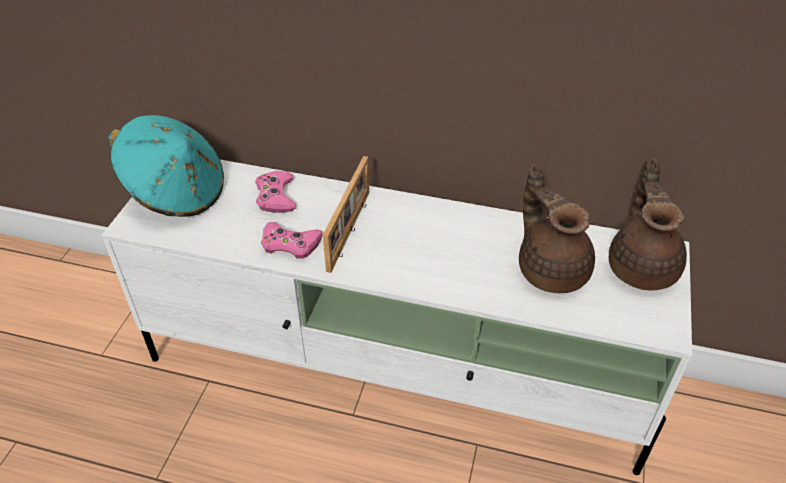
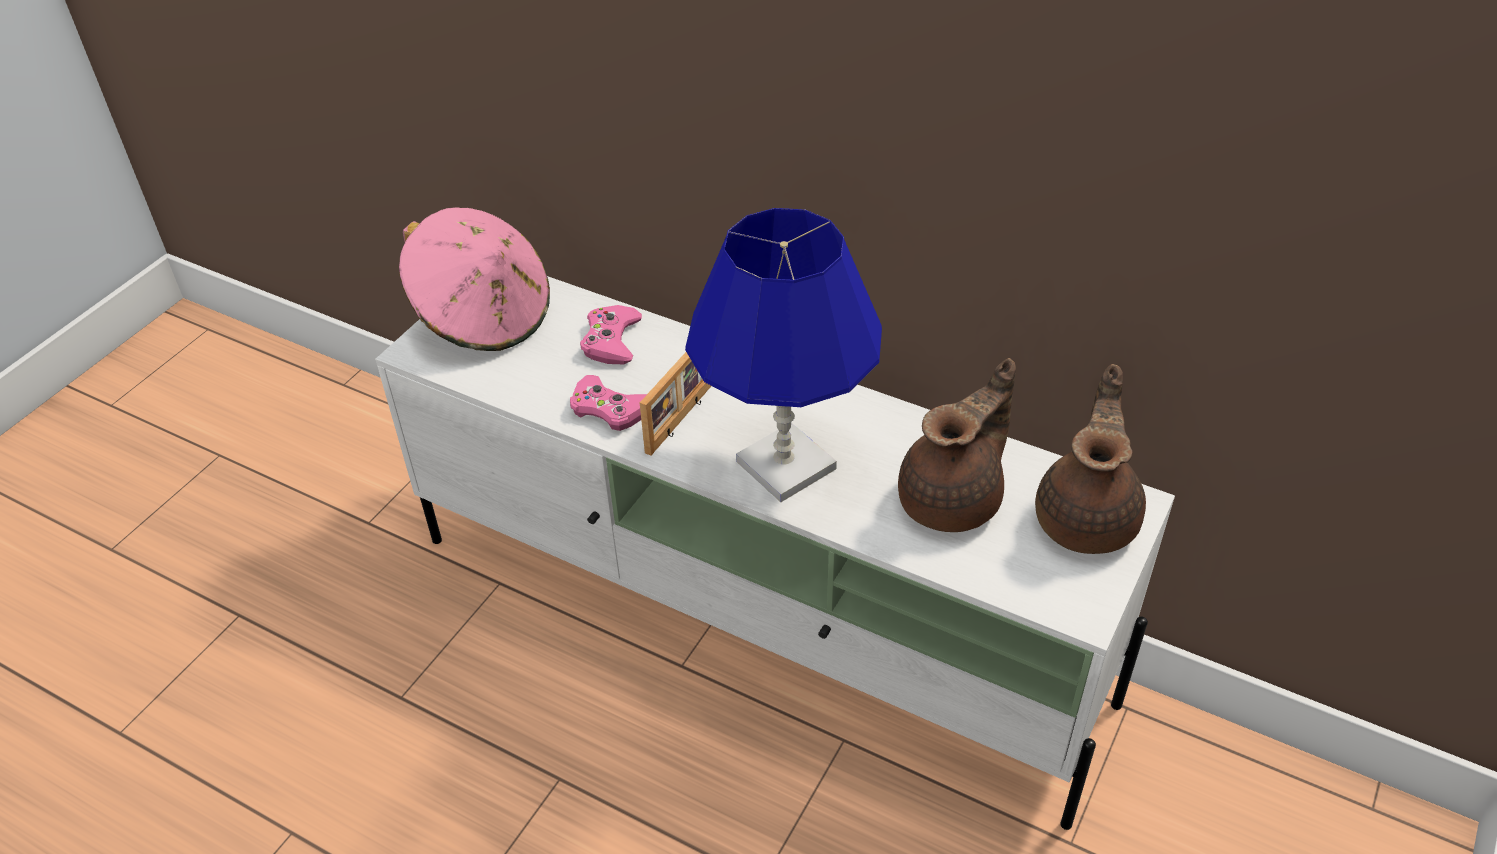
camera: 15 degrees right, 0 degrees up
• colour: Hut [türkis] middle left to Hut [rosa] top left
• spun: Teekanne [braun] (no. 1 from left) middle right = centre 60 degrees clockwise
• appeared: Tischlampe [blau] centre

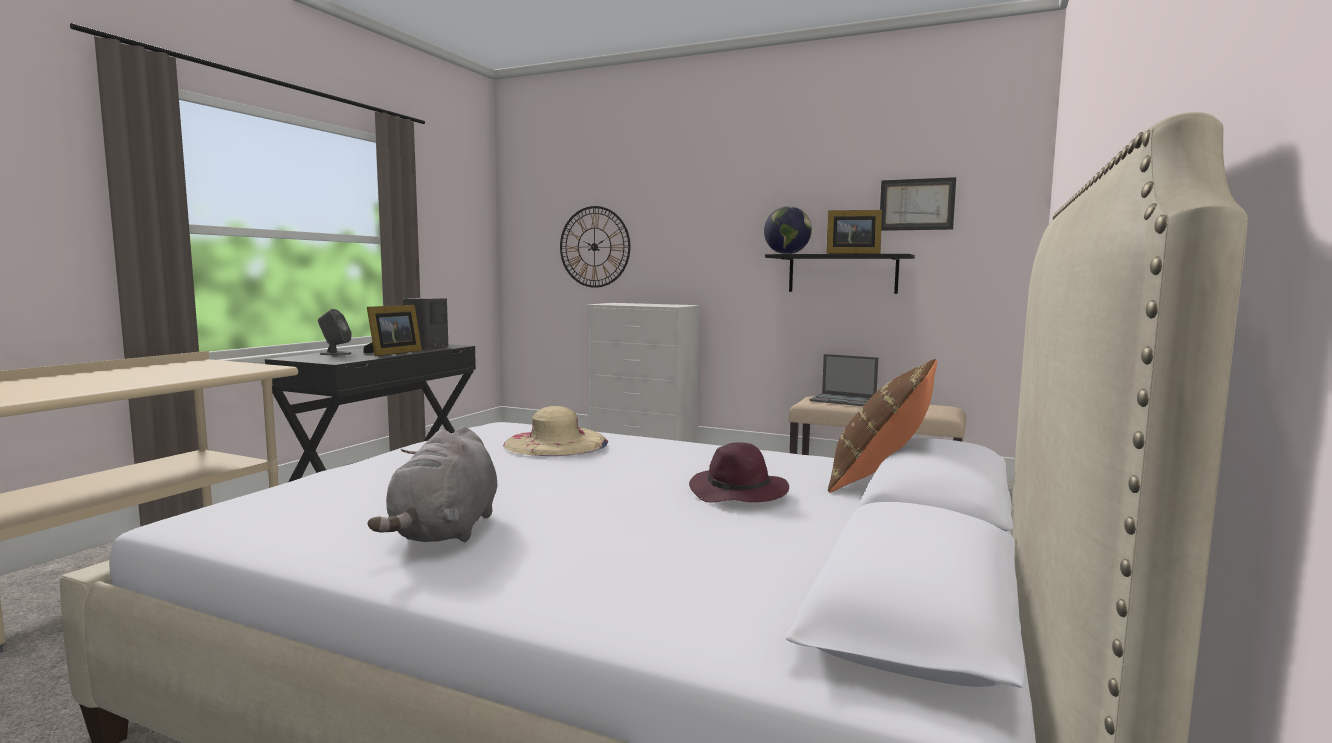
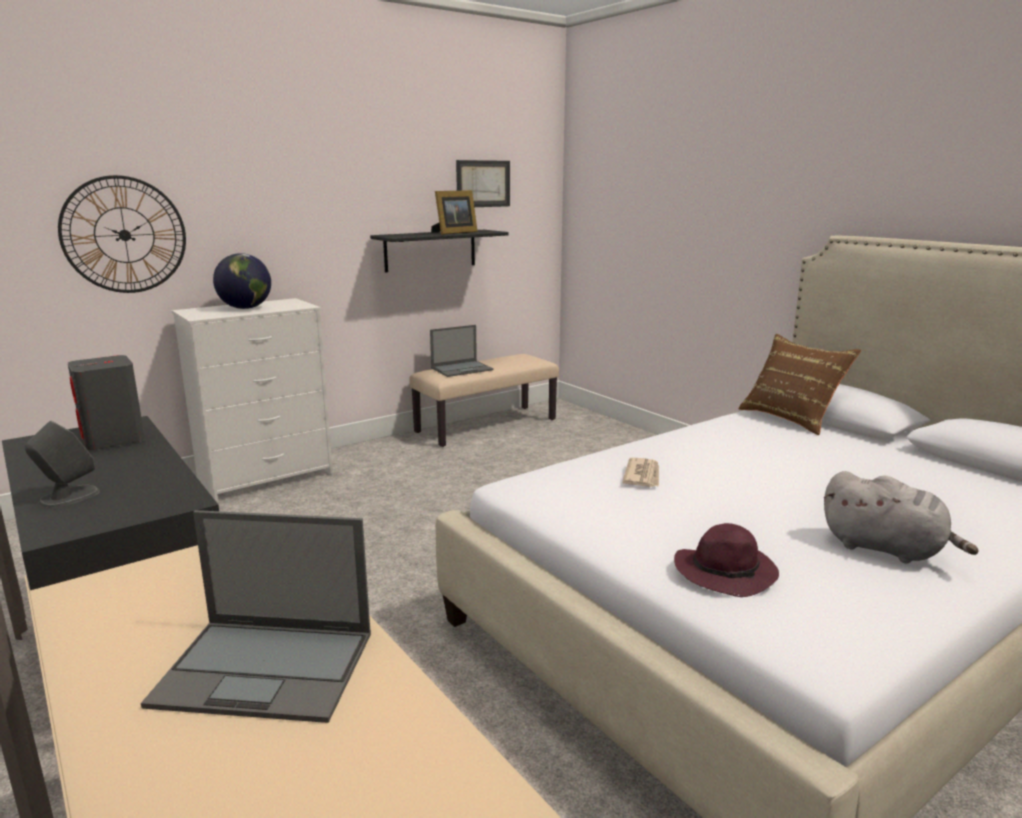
camera: 60 degrees left, 10 degrees up
• relocated: Globus top centre to middle left
• missing: Bilderrahmen (no. 1 from left) middle left
• exchanged: Hut [beige] centre to Zeitung centre
• relocated: Hut [lila] centre to bottom right
• appeared: Laptop (no. 1 from left) bottom left

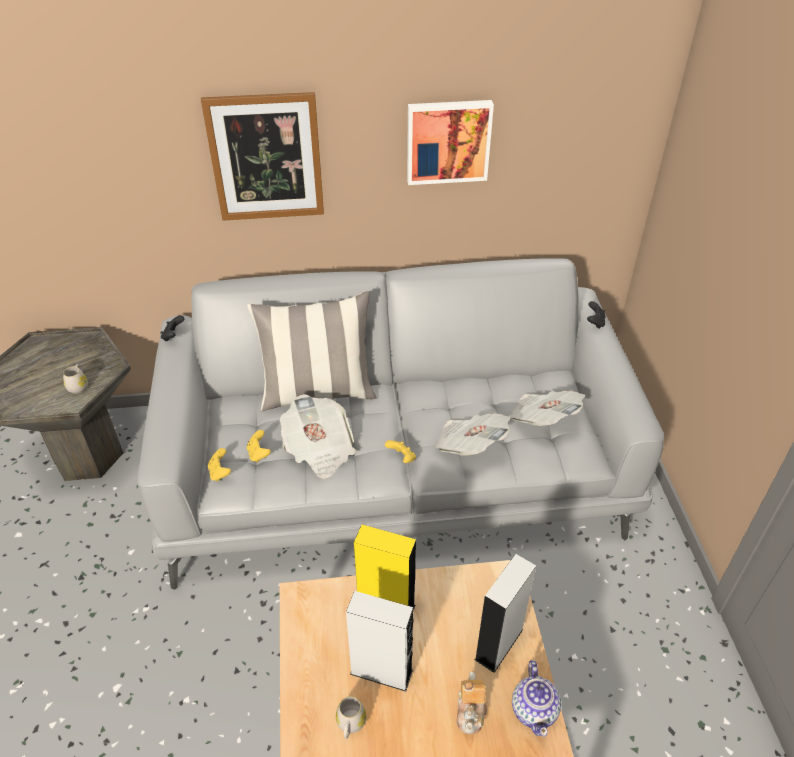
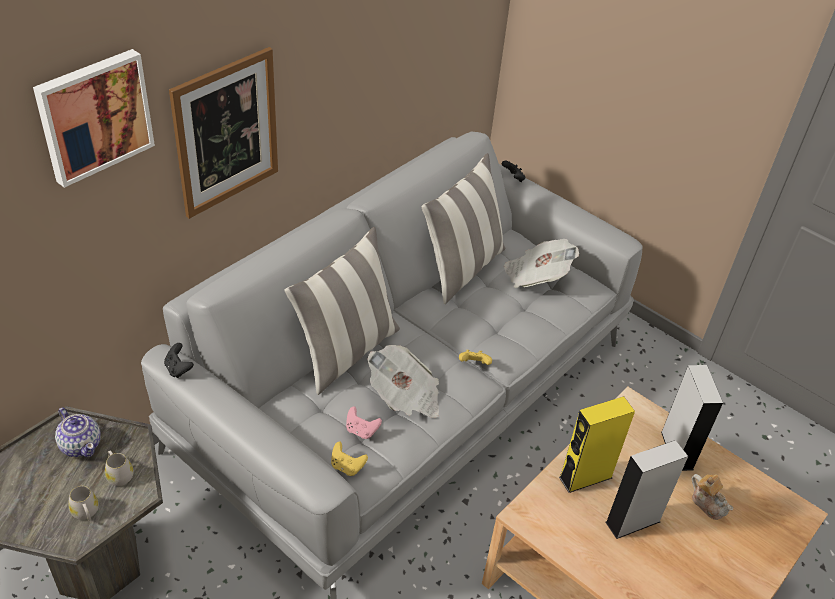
camera: 45 degrees left, 0 degrees up
• relocated: Bild (no. 2 from left in the first image) top centre to Bild (no. 1 from left) top left
• missing: Zeitung (no. 2 from left) centre
• colour: Gamepad [gelb] (no. 2 from left) middle left to Gamepad [rosa] bottom centre
• relocated: Teekanne (no. 2 from left in the first image) bottom right to Teekanne (no. 1 from left) bottom left
• relocated: Henkelbecher [weiß] (no. 2 from left in the first image) bottom centre to Henkelbecher [weiß] (no. 1 from left) bottom left
• appeared: Kissen (no. 2 from left) centre

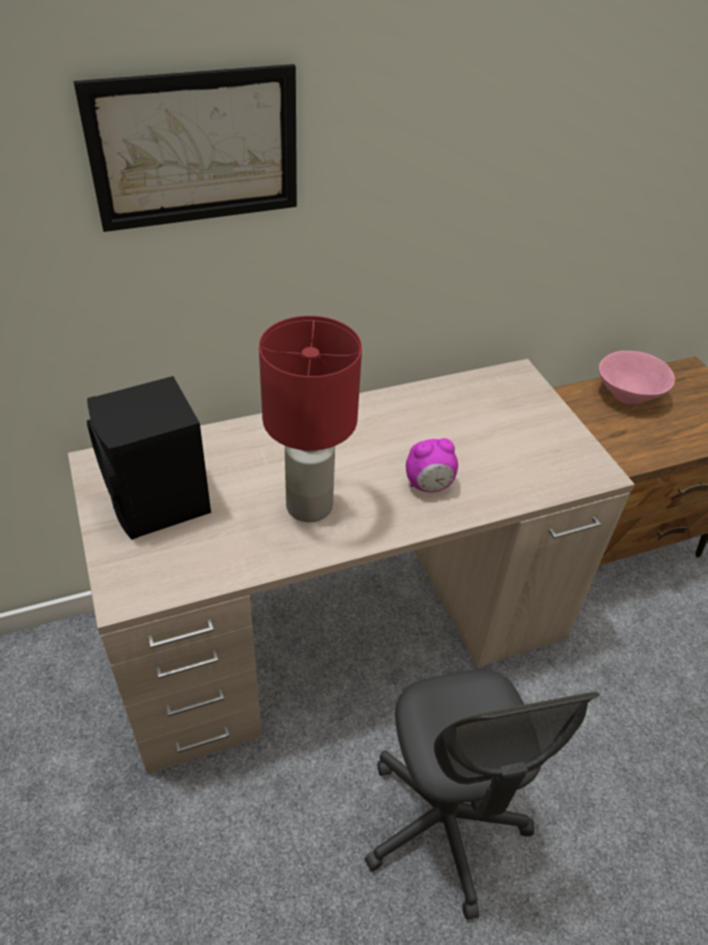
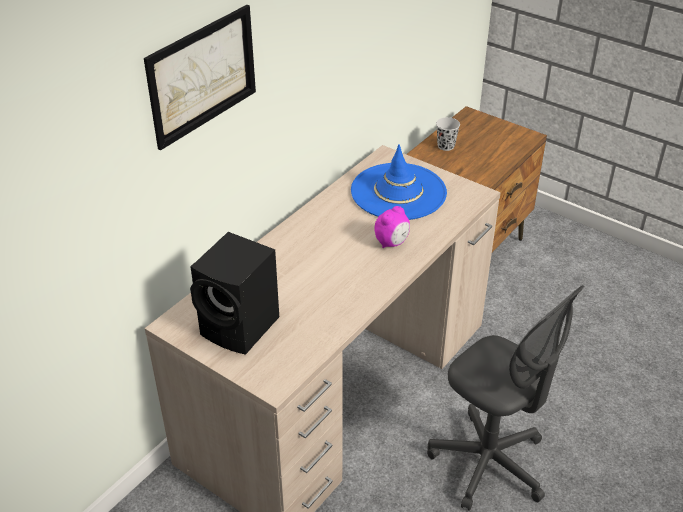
camera: 30 degrees left, 5 degrees down
• missing: Tischlampe [rot] centre
• exchanged: Schüssel [rosa] middle right to Tasse [schwarz] top centre
• appeared: Hut [blau] centre

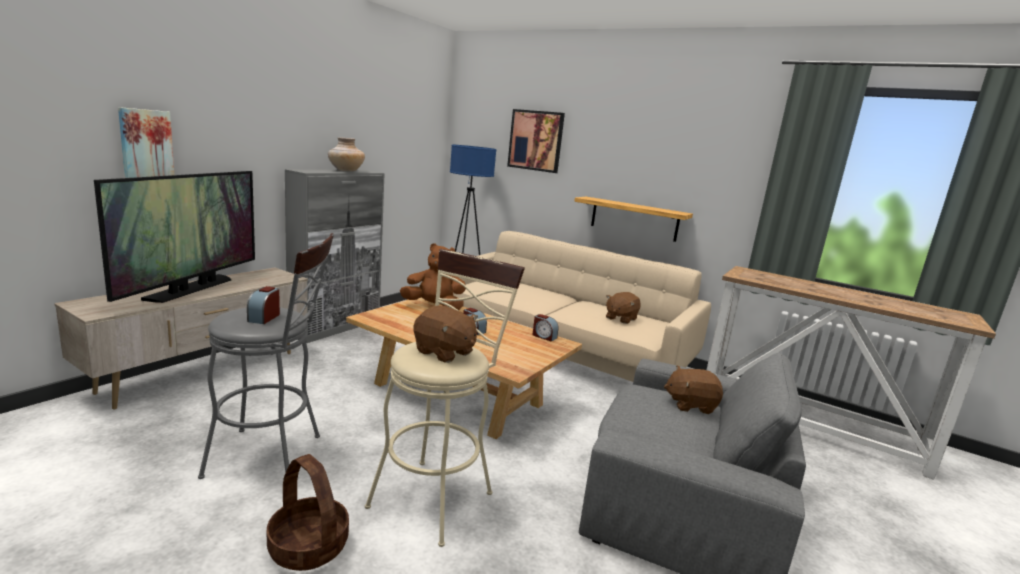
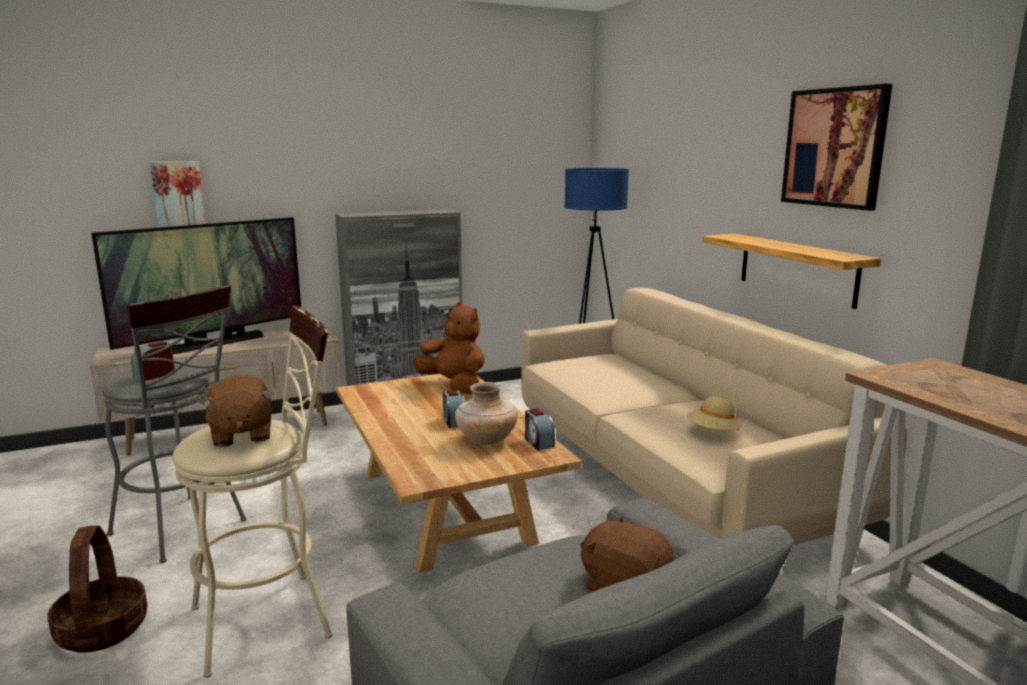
camera: 35 degrees right, 0 degrees up
• relocated: Bild (no. 2 from left) top centre to top right
• relocated: Vase [beige] top centre to centre
• exchanged: Plüschtier [braun] (no. 3 from left) centre to Hut [beige] middle right

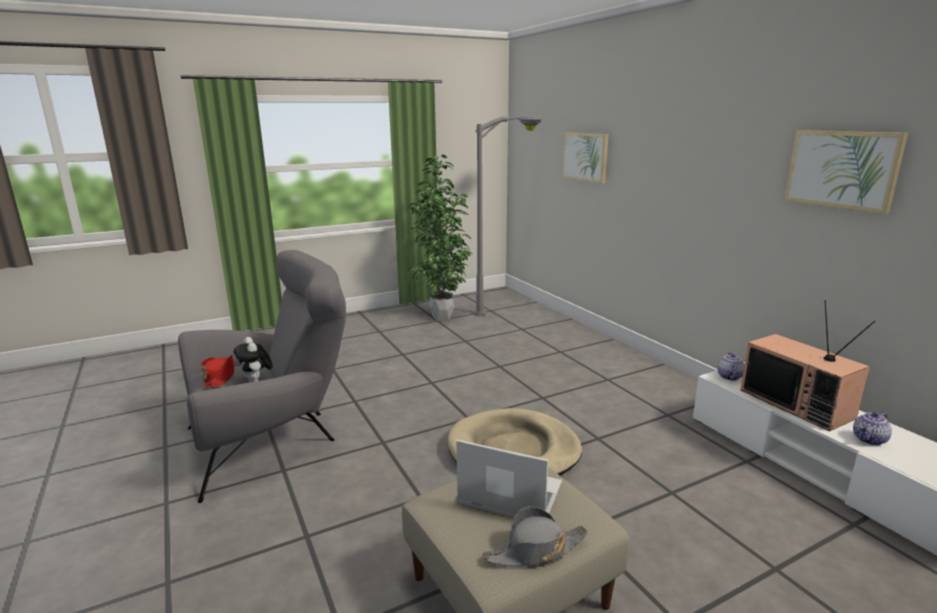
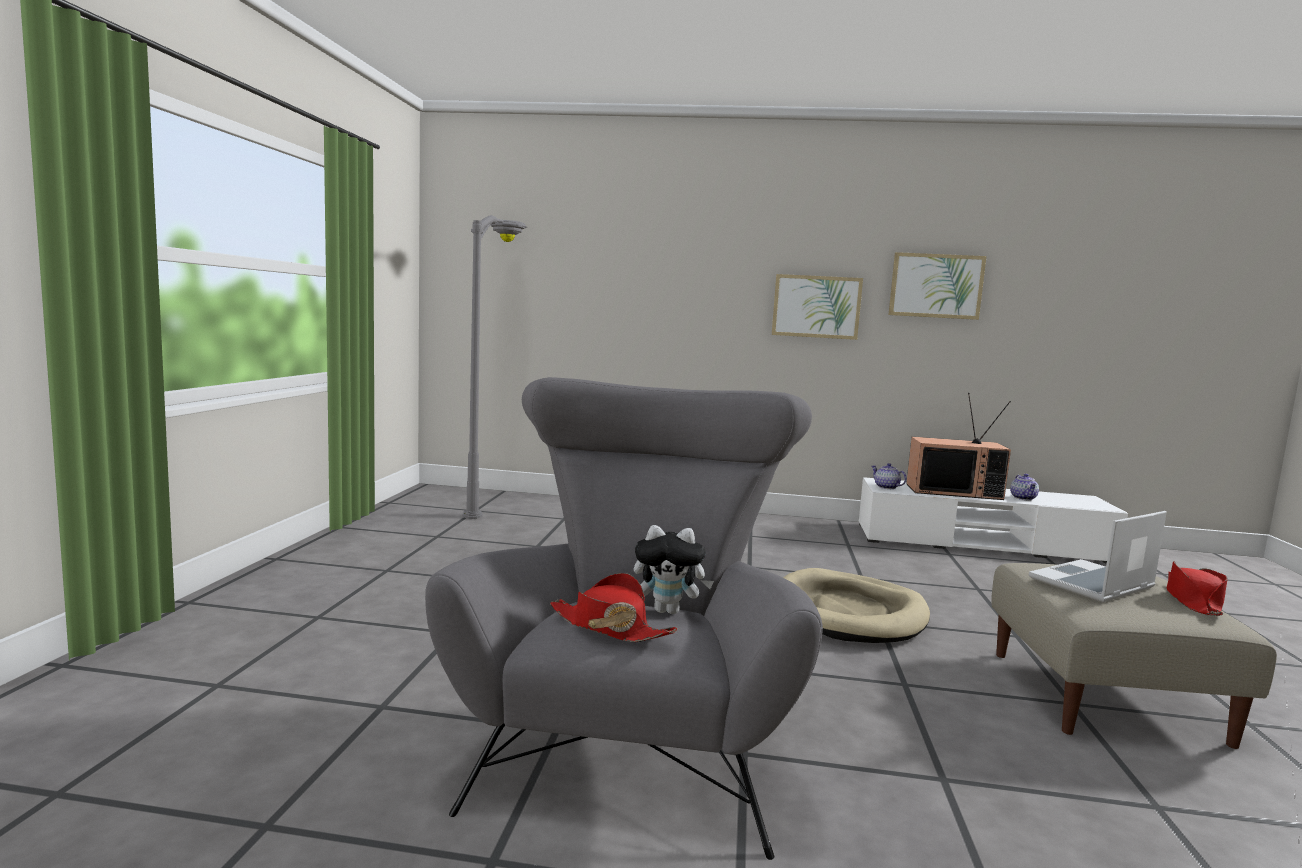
camera: 55 degrees left, 10 degrees down
• relocated: Bild (no. 1 from left) top centre to centre
• missing: Topfpflanze centre
• colour: Hut [grau] bottom centre to Hut [rot] (no. 2 from left) bottom right

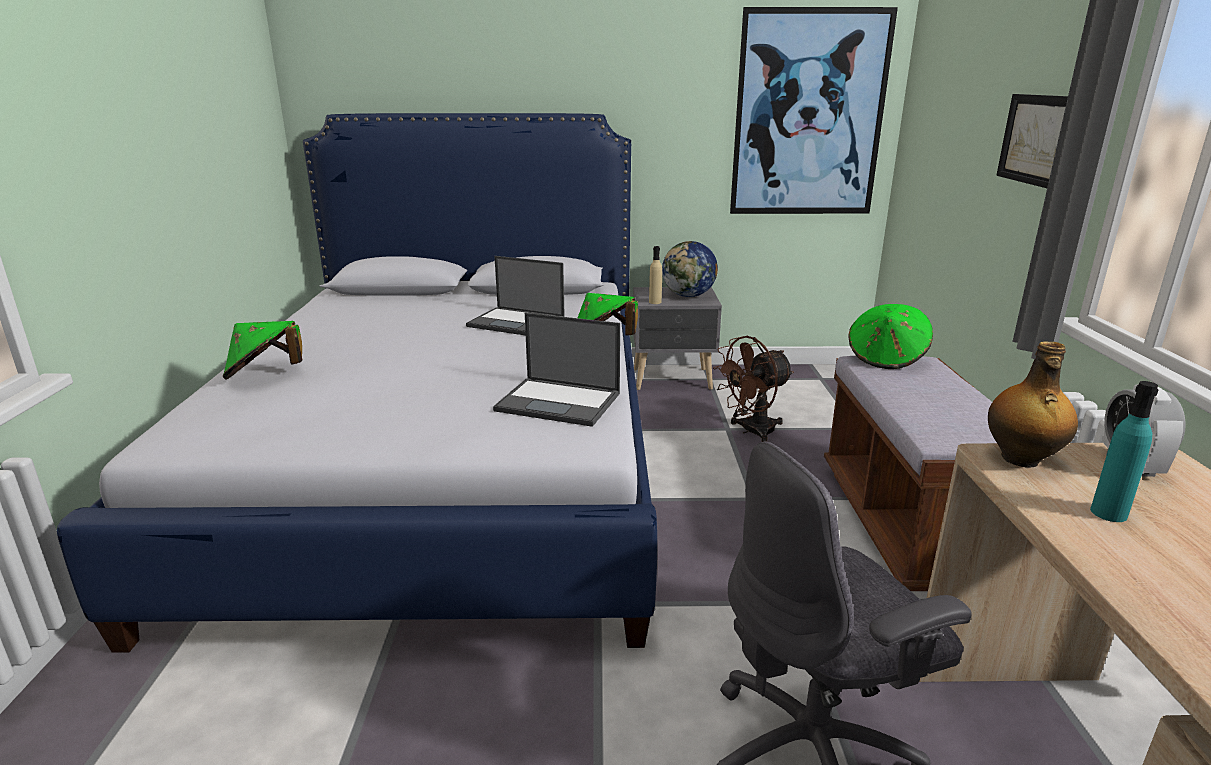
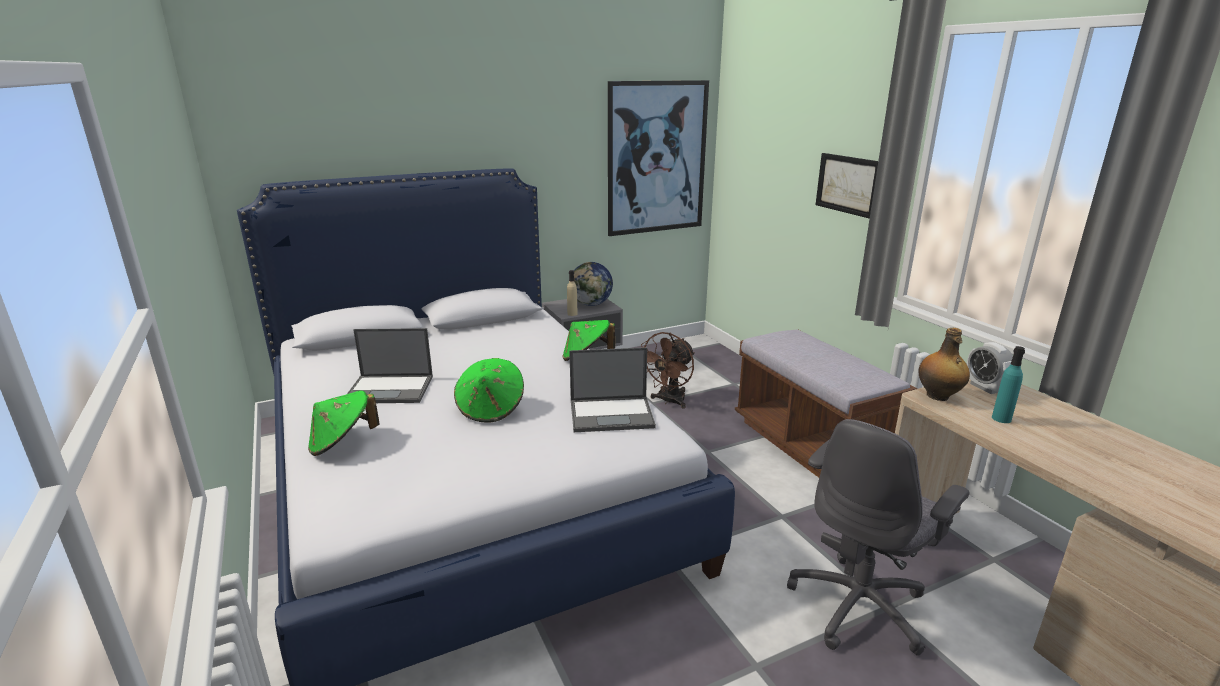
camera: 25 degrees left, 0 degrees up
• relocated: Laptop (no. 1 from left) centre to middle left
• relocated: Hut [grün] (no. 3 from left in the first image) middle right to Hut [grün] (no. 2 from left) centre

